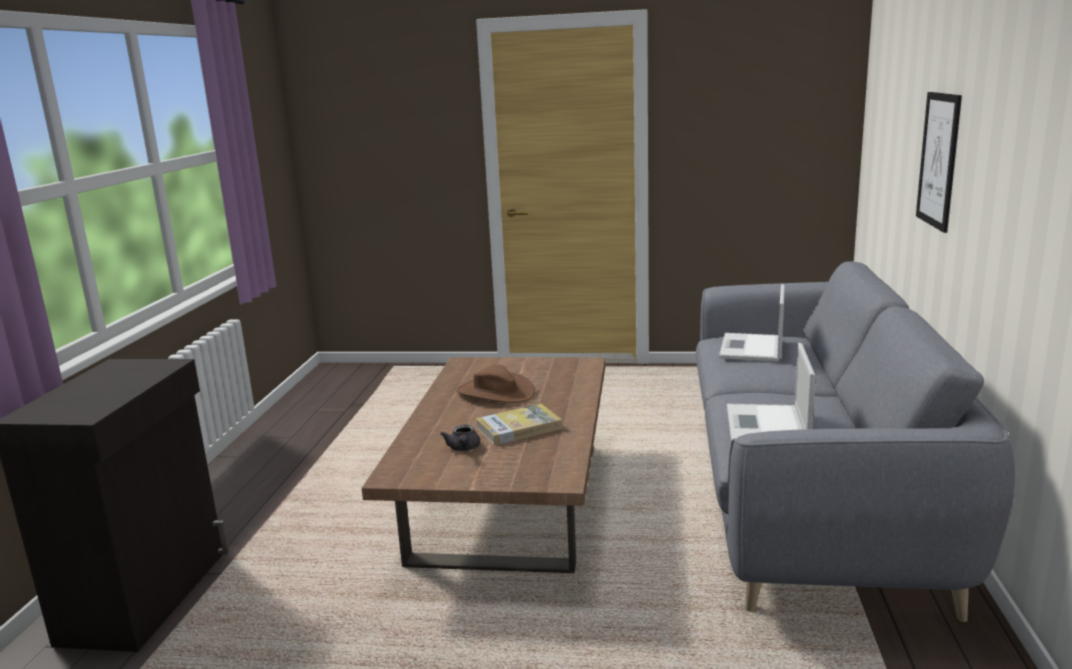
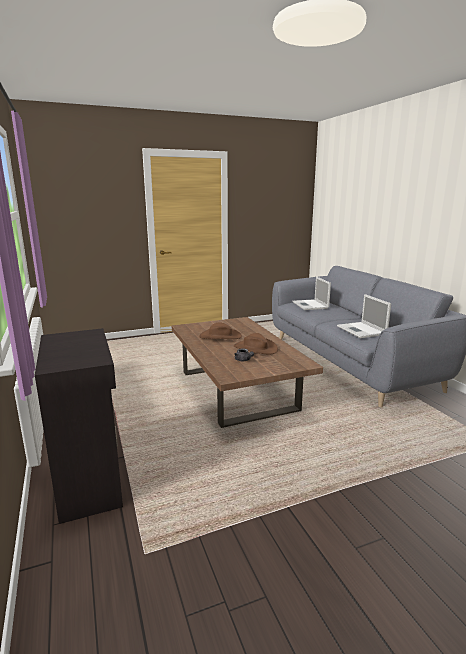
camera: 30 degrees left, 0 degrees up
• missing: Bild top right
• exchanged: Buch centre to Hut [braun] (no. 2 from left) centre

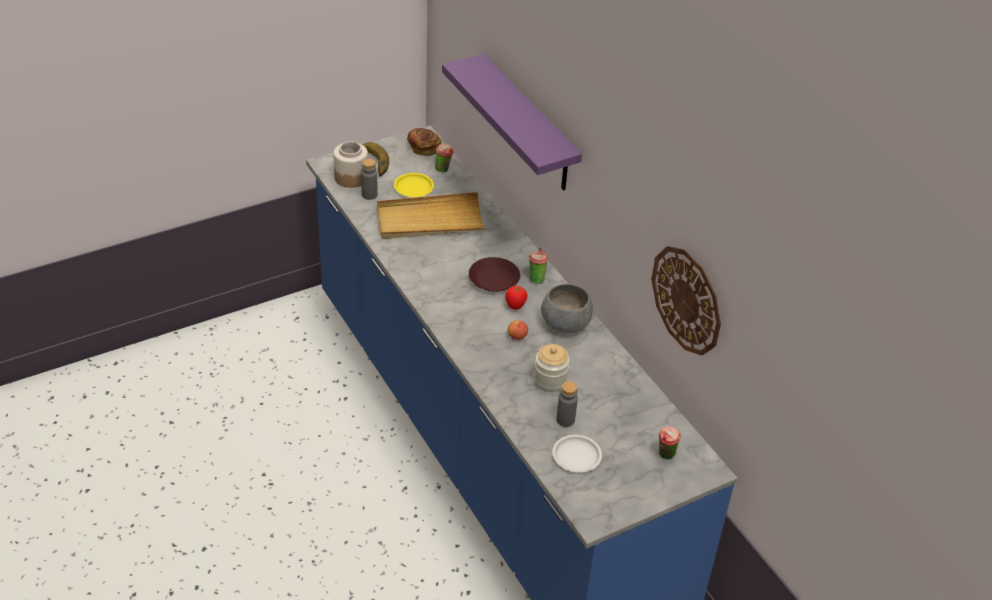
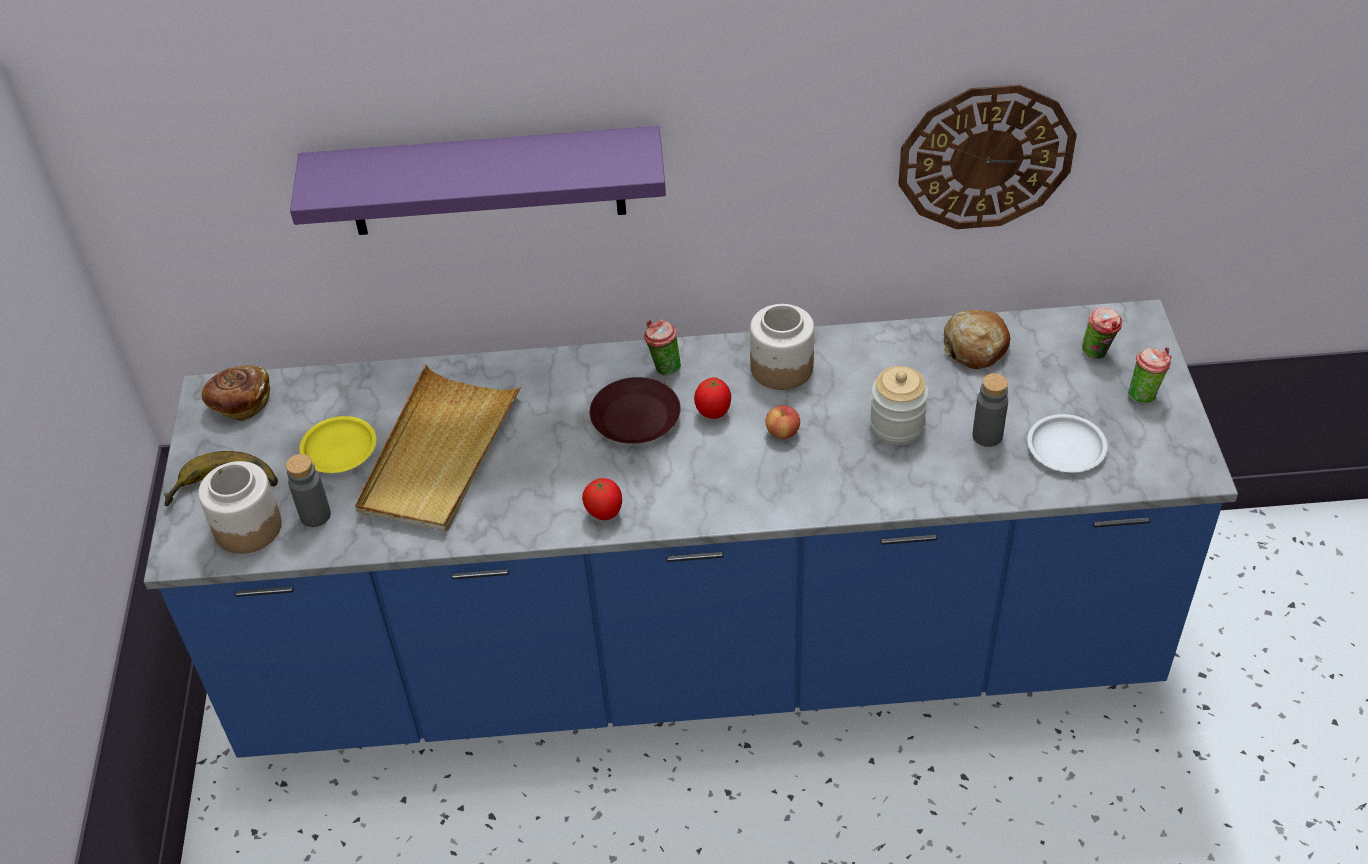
camera: 60 degrees left, 5 degrees up
• relocated: Tasse (no. 1 from left in the first image) top centre to Tasse (no. 3 from left) middle right
• exchanged: Schüssel [grau] centre to Vorratsglas (no. 2 from left) centre
• appeared: Brot (no. 2 from left) middle right
• appeared: Tomate (no. 1 from left) centre

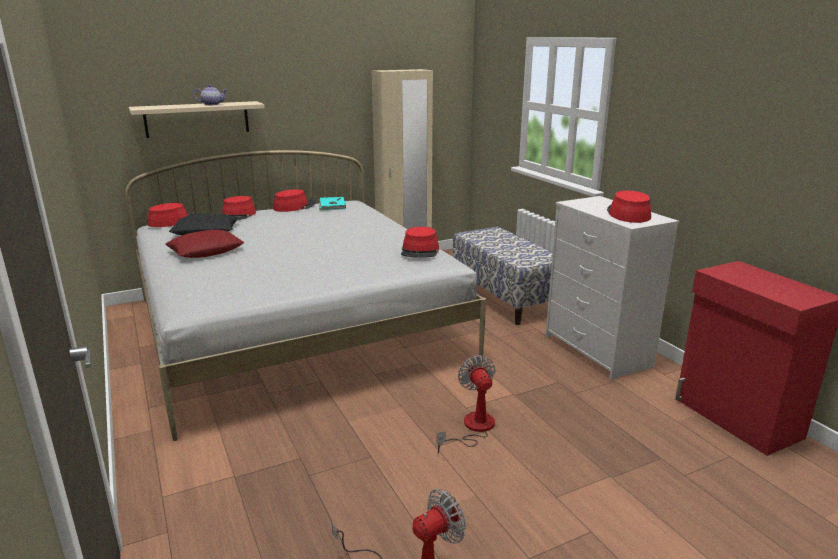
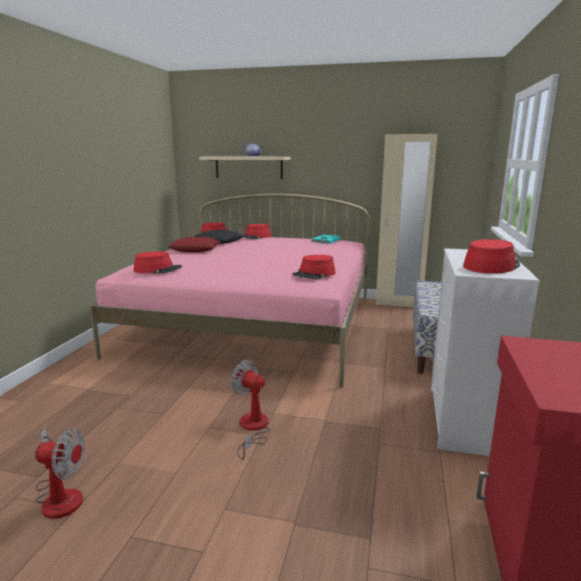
camera: 40 degrees right, 5 degrees down
• colour: Bett [weiß] centre to Bett [rosa] centre
• relocated: Hut [rot] (no. 3 from left in the first image) centre to Hut [rot] (no. 1 from left) middle left
• spun: Ventilator (no. 2 from left) bottom centre = bottom centre 75 degrees counterclockwise

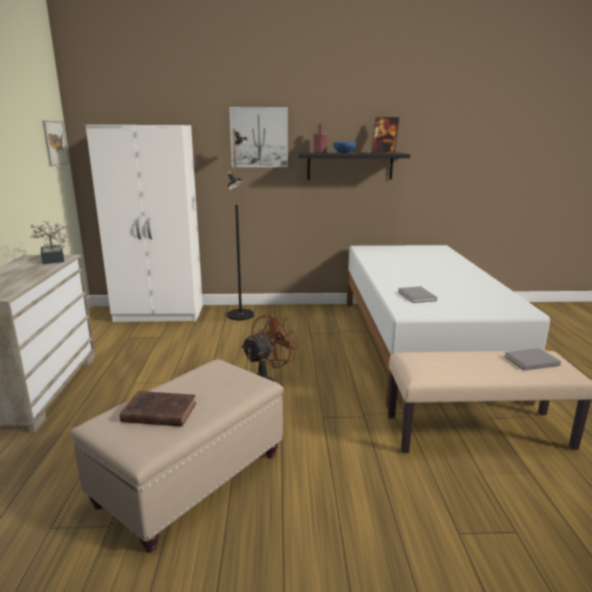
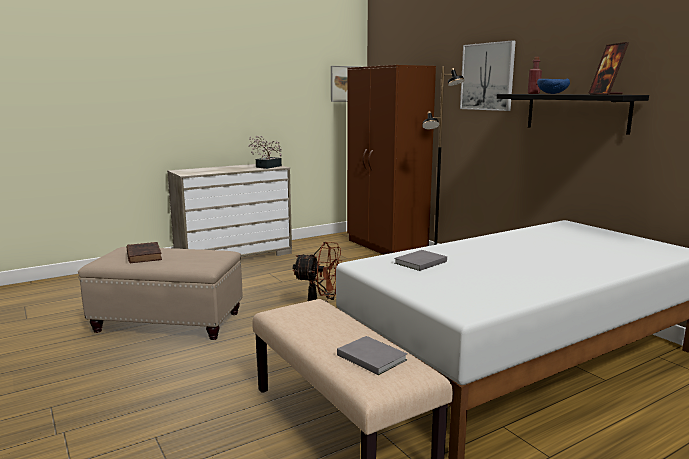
camera: 60 degrees right, 5 degrees down
• colour: Kleiderschrank [weiß] middle left to Kleiderschrank [braun] centre

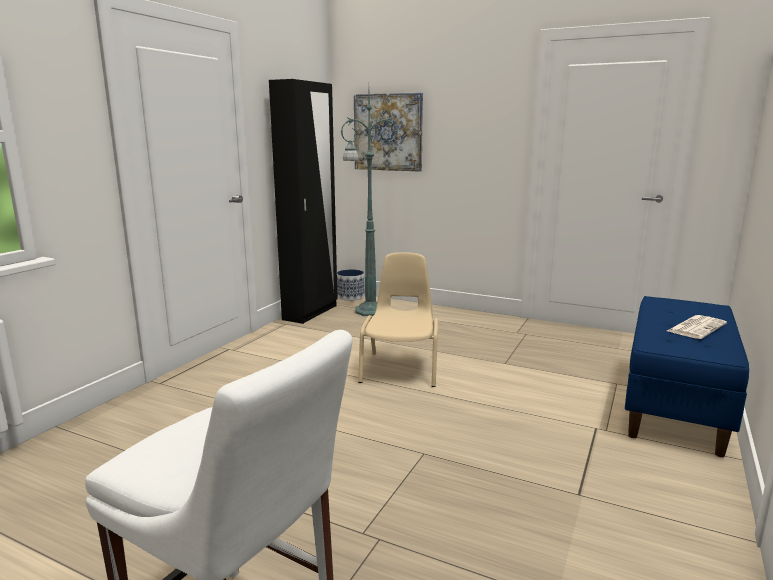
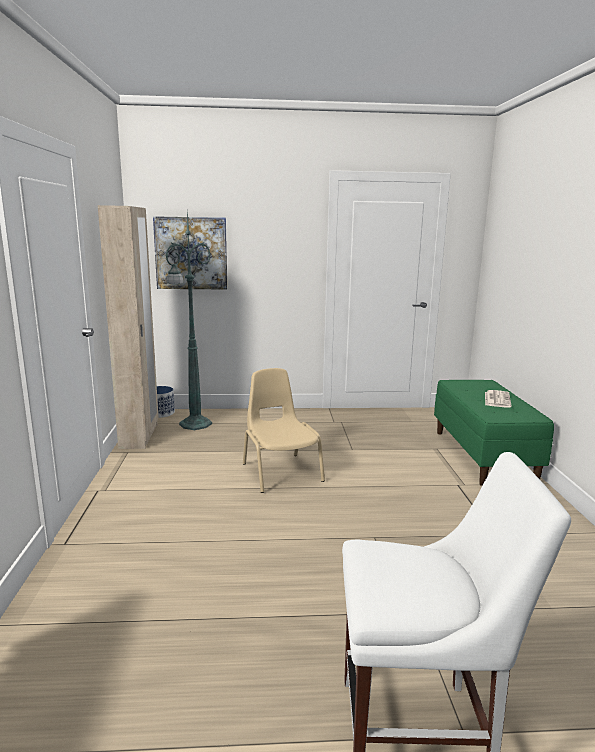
camera: 30 degrees left, 0 degrees up
• colour: Kleiderschrank [schwarz] centre to Kleiderschrank [beige] middle left
• colour: Bank [blau] middle right to Bank [grün] middle right

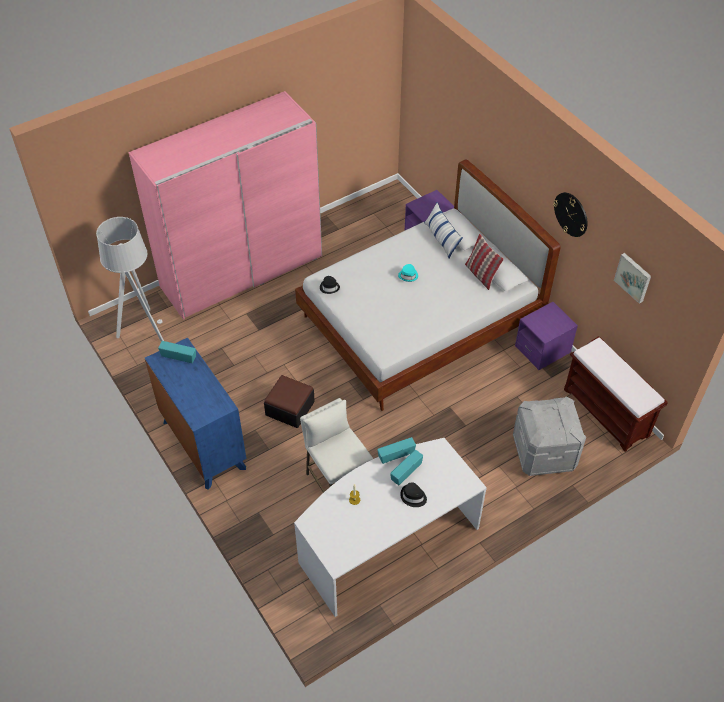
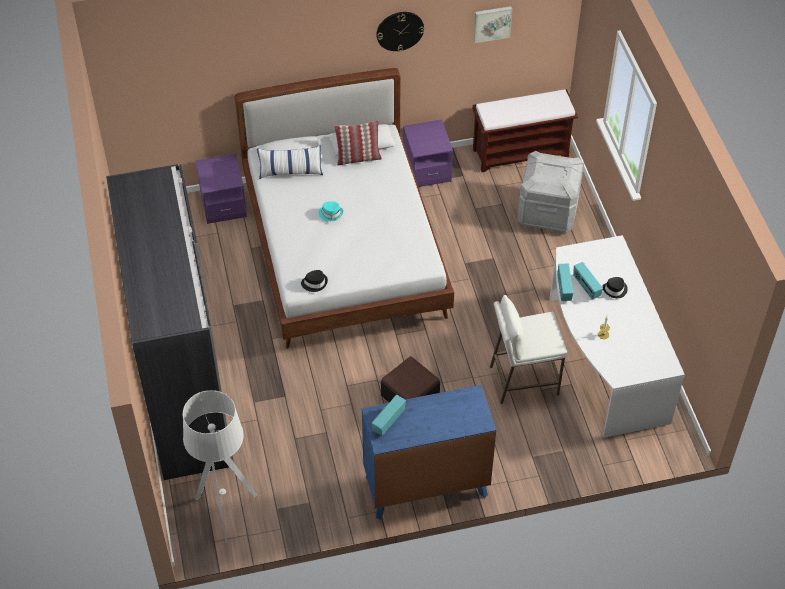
camera: 70 degrees left, 0 degrees up
• colour: Kleiderschrank [rosa] top left to Kleiderschrank [grau] middle left

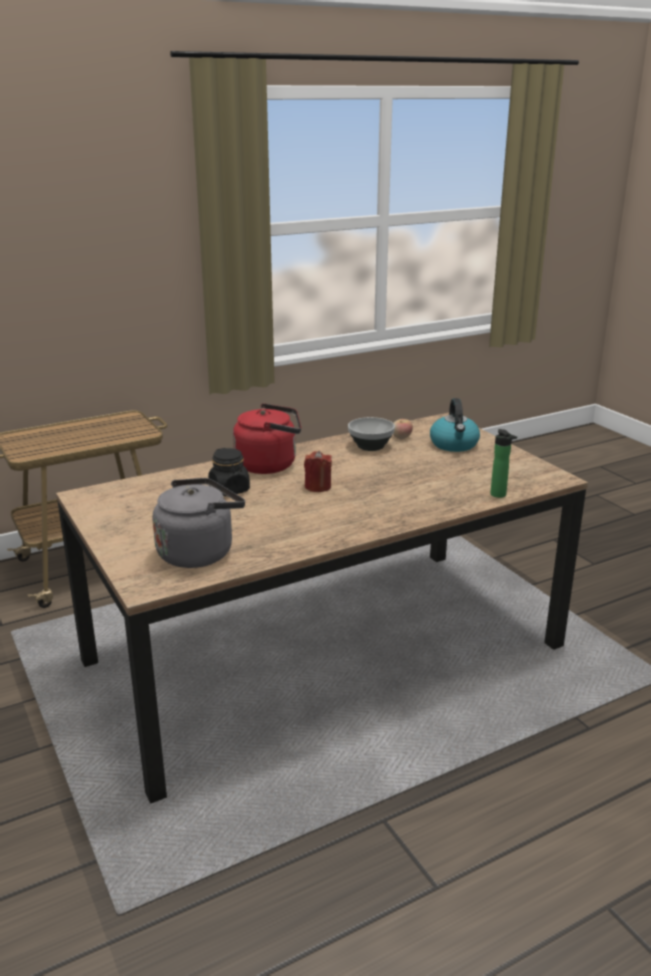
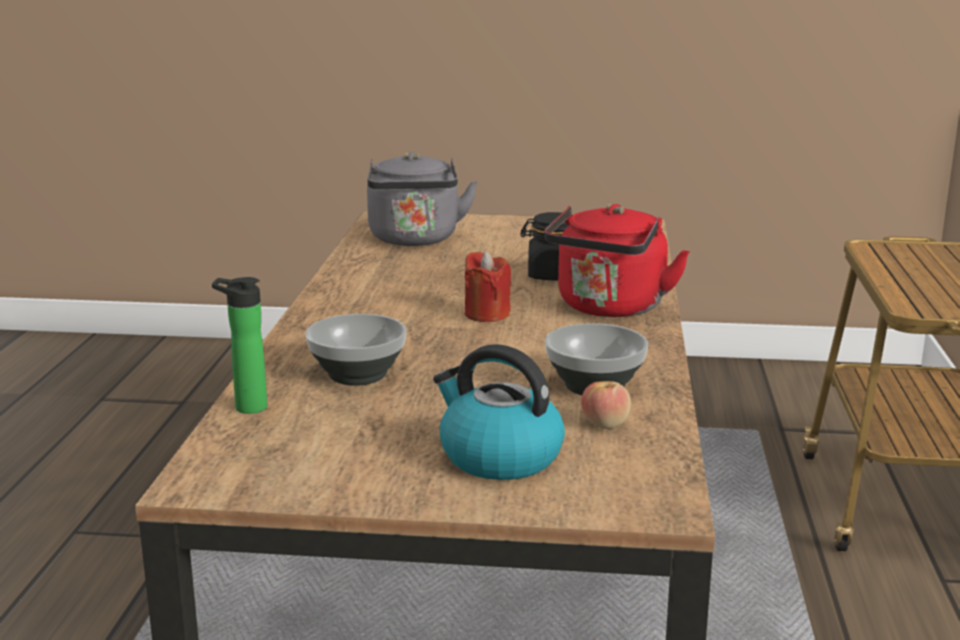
camera: 125 degrees right, 5 degrees down
• appeared: Schüssel (no. 1 from left) centre

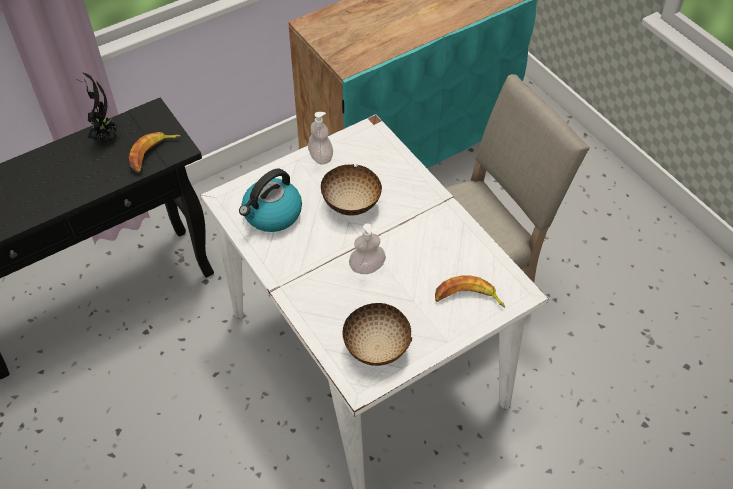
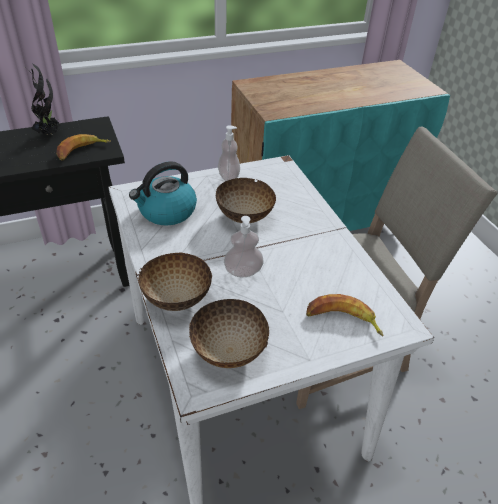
camera: 10 degrees right, 10 degrees down
• appeared: Schüssel (no. 1 from left) centre

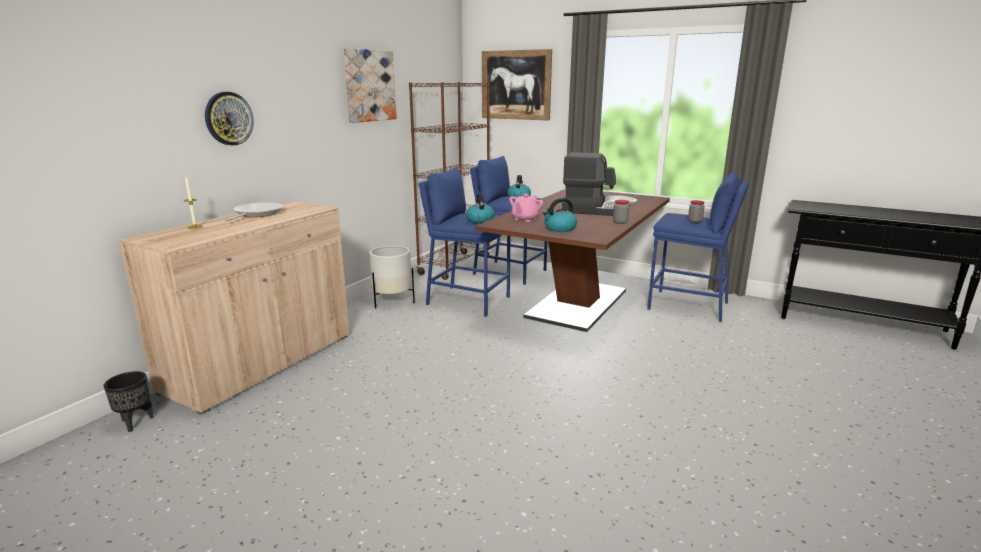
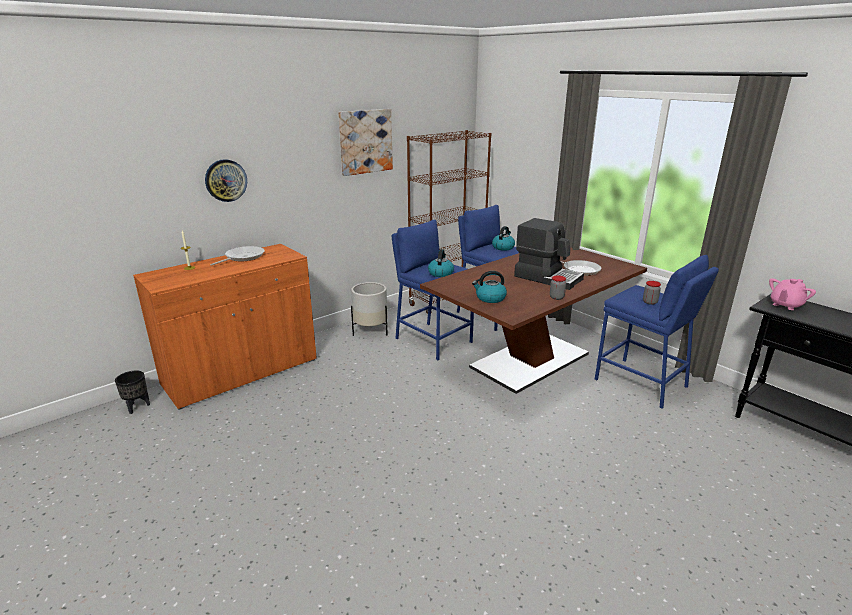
camera: 20 degrees right, 5 degrees up
• missing: Bild (no. 2 from left) top centre
• relocated: Teekanne [rosa] centre to middle right
• colour: Schrank [beige] middle left to Schrank [orange] middle left

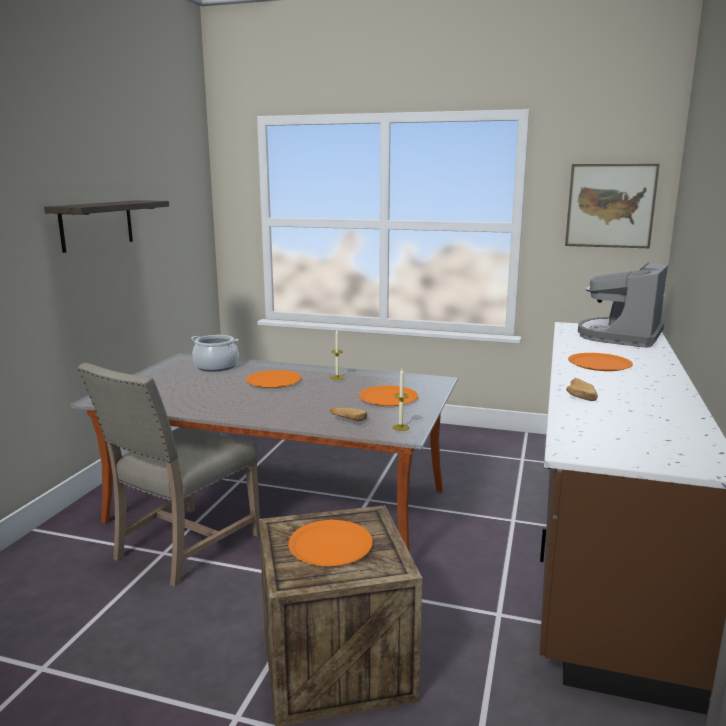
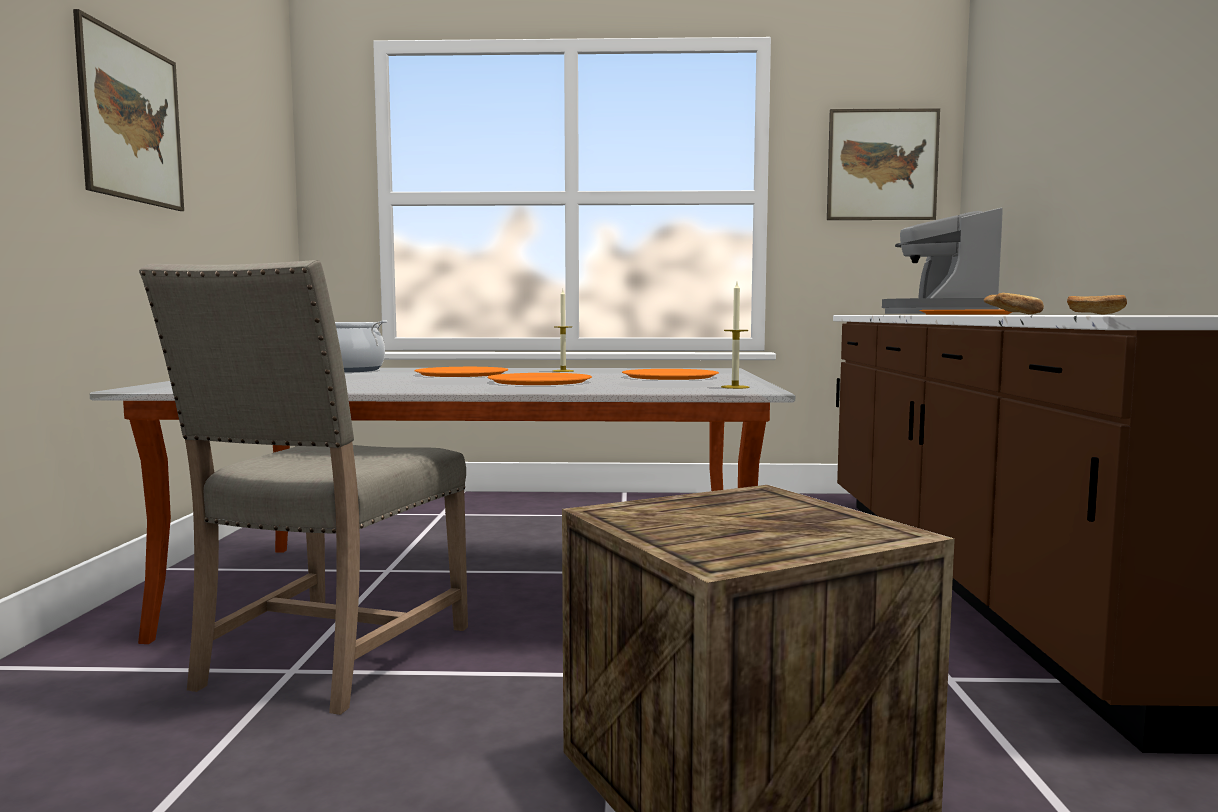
camera: 15 degrees left, 10 degrees down
• exchanged: Wandregal top left to Bild (no. 1 from left) top left
• relocated: Brot (no. 1 from left in the first image) centre to Brot (no. 2 from left) middle right
• relocated: Teller [orange] (no. 2 from left) bottom centre to centre

